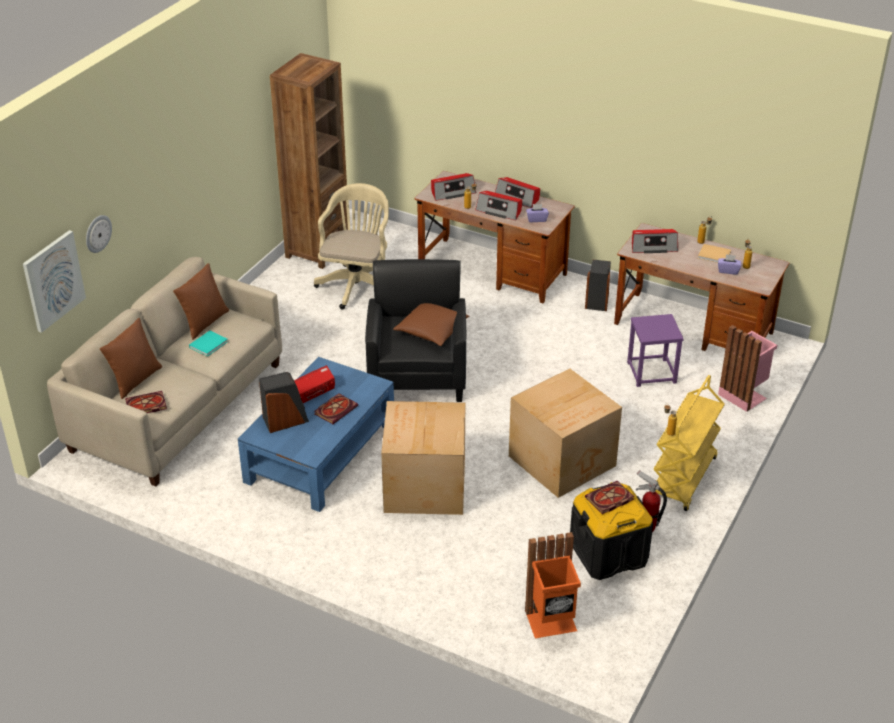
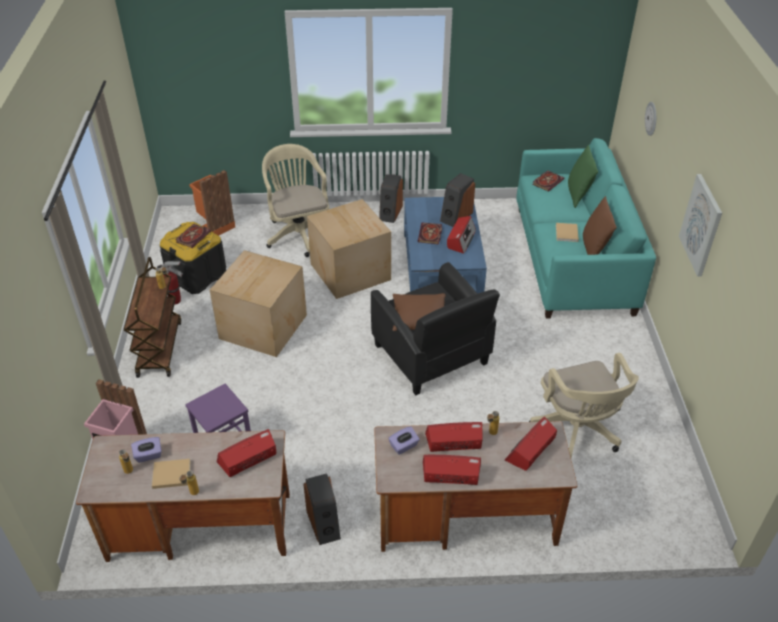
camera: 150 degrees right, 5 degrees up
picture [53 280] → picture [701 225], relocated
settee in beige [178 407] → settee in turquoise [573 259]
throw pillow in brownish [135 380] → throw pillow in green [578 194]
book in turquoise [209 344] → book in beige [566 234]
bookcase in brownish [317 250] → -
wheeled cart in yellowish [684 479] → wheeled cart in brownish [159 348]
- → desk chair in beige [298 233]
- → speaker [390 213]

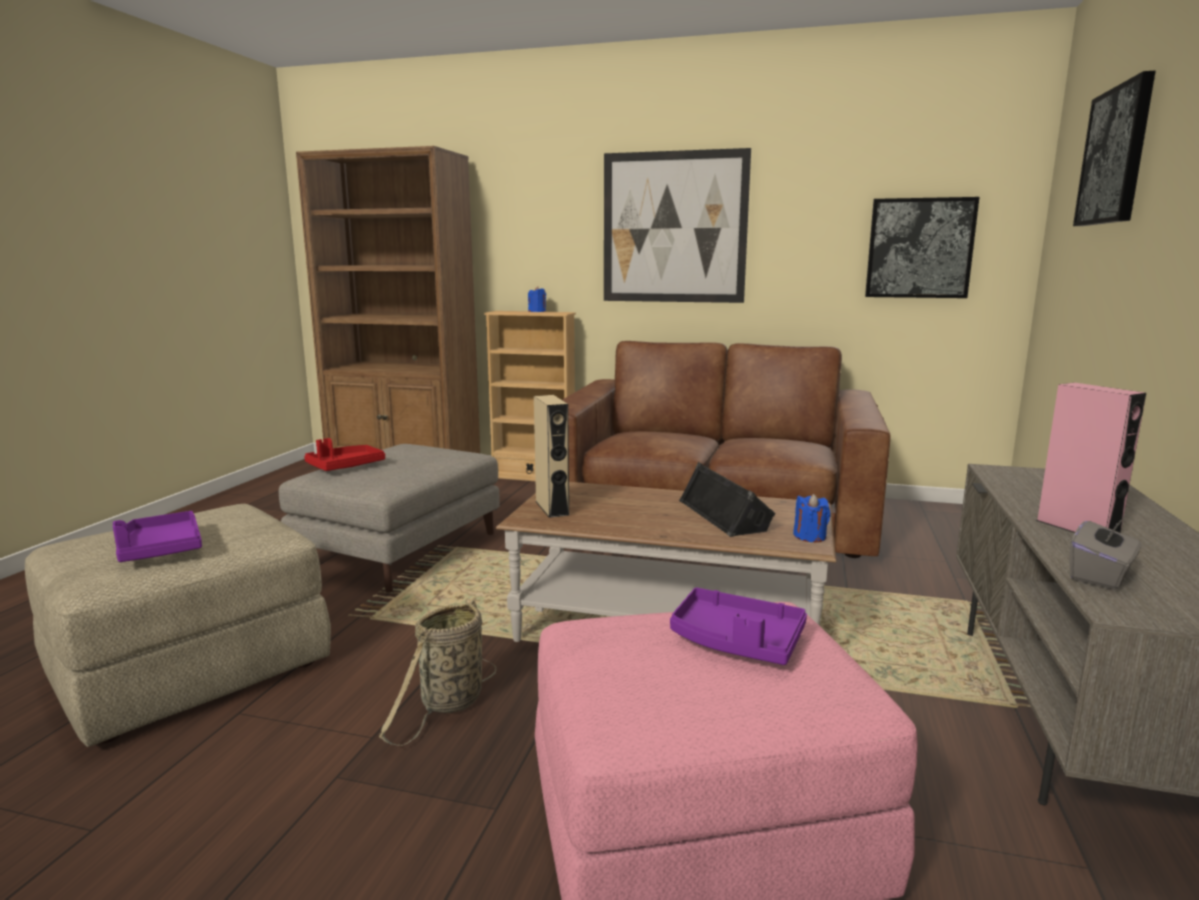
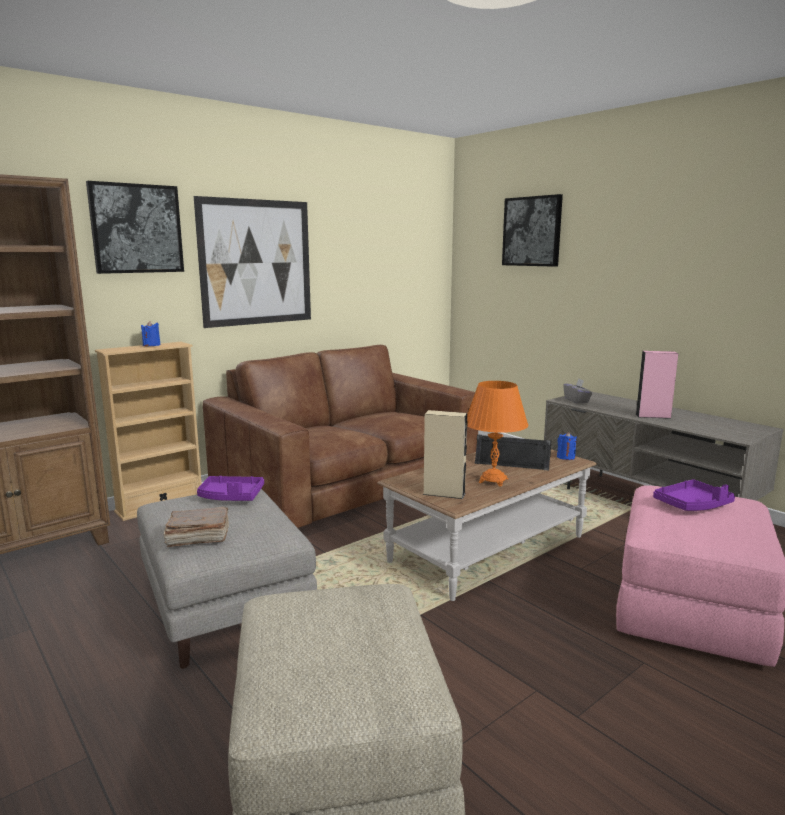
camera: 55 degrees left, 0 degrees up
carrying tray in purple [160 549] → carrying tray in purple [231 497], relocated
carrying tray in red-coloured [345 466] → book in brownish [197 537]
storage basket [449 704] → -
picture [919 248] → picture [136 229], relocated
box of tissues in greyish [1100 576] → box of tissues in greyish [577 401], relocated
- → table lamp in orange [493 480]

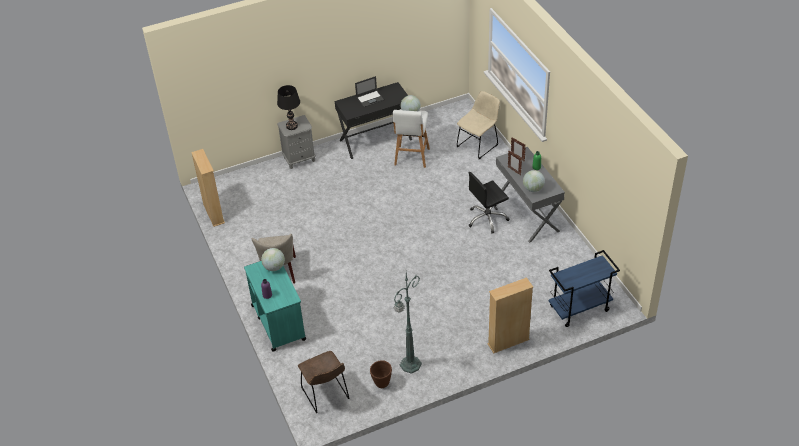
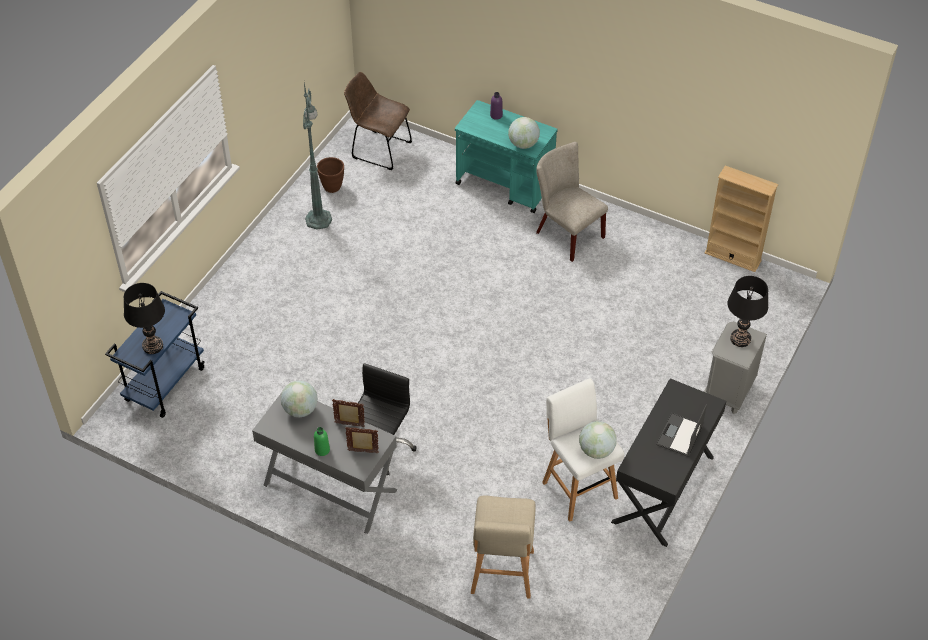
camera: 140 degrees right, 5 degrees up
plain chair in beige [478 145] → sitting stool in beige [502 574]
bookcase in beige [508 342] → -
- → table lamp in black-coloured [152 346]

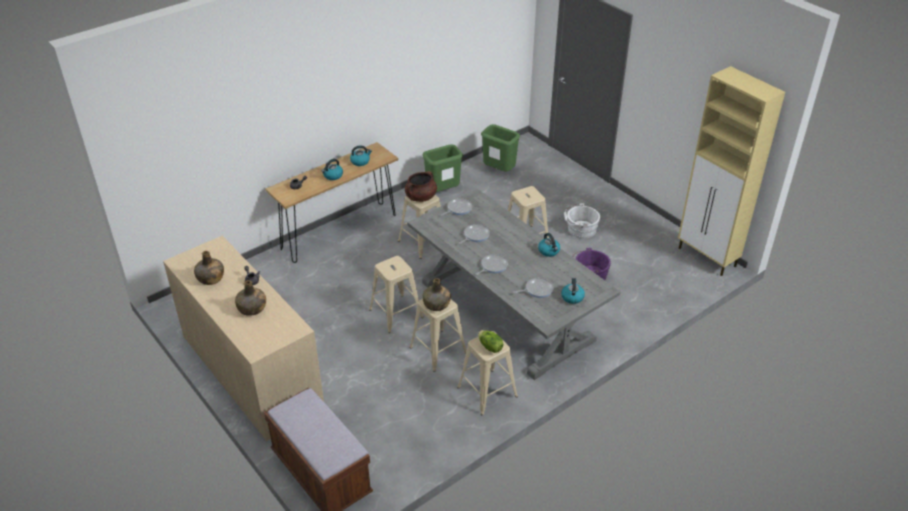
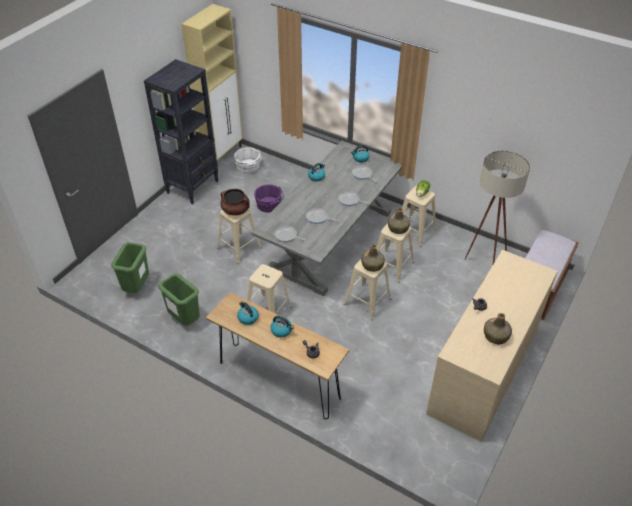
camera: 110 degrees left, 5 degrees up
bottle in green [252 308] → bottle in green [372 265], relocated
cooking pot in brownish [420 197] → cooking pot in brownish [236 210], relocated
bucket in white-coloured [580 229] → bucket in white-coloured [248 167], relocated
- → bookcase in black-coloured [193 186]
- → standard lamp in beige [482 266]

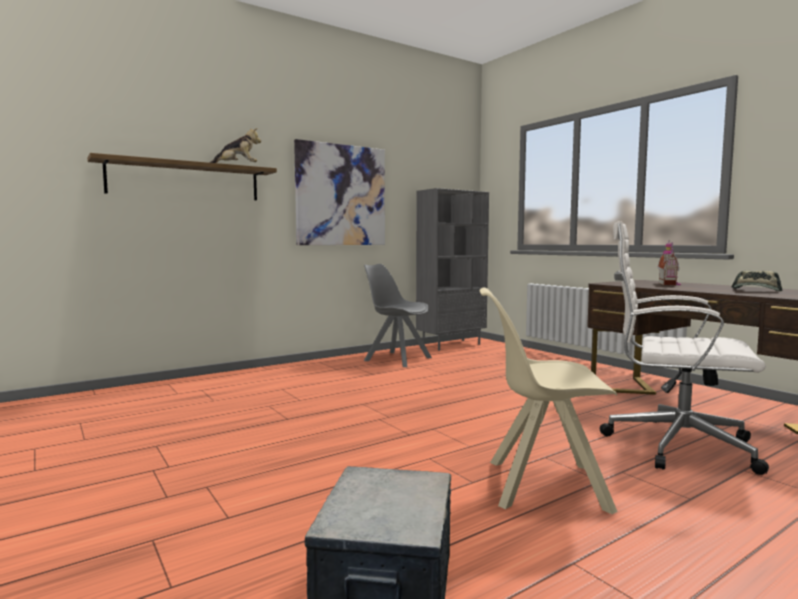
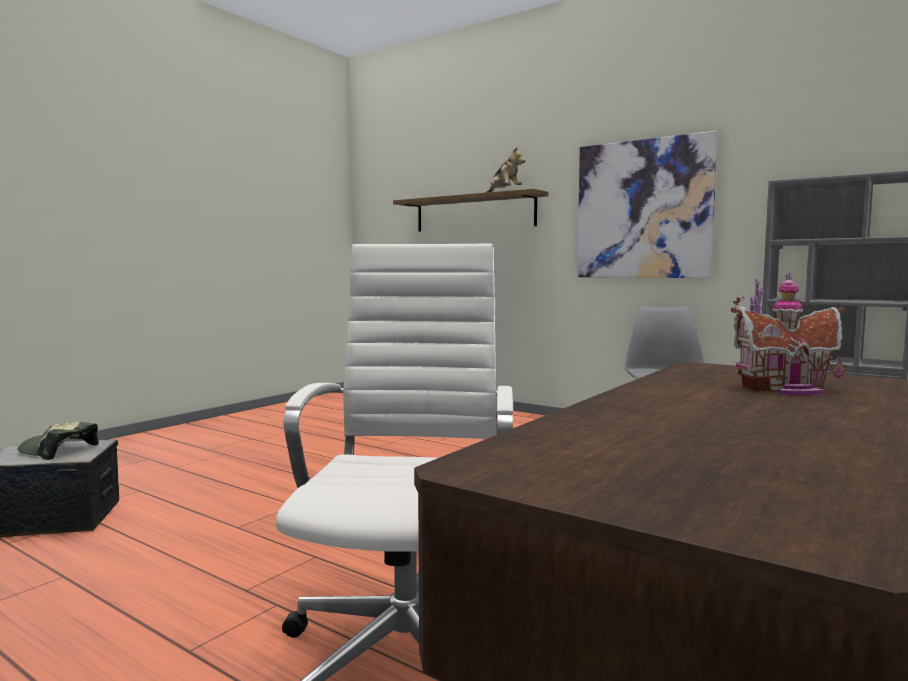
camera: 70 degrees right, 0 degrees up
plain chair in beige [542 485] → -
peaked cap [756 291] → peaked cap [58 450], relocated

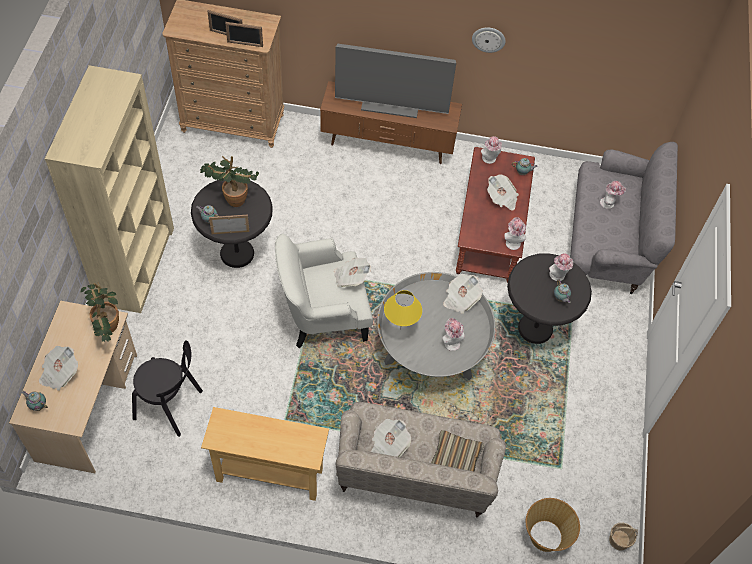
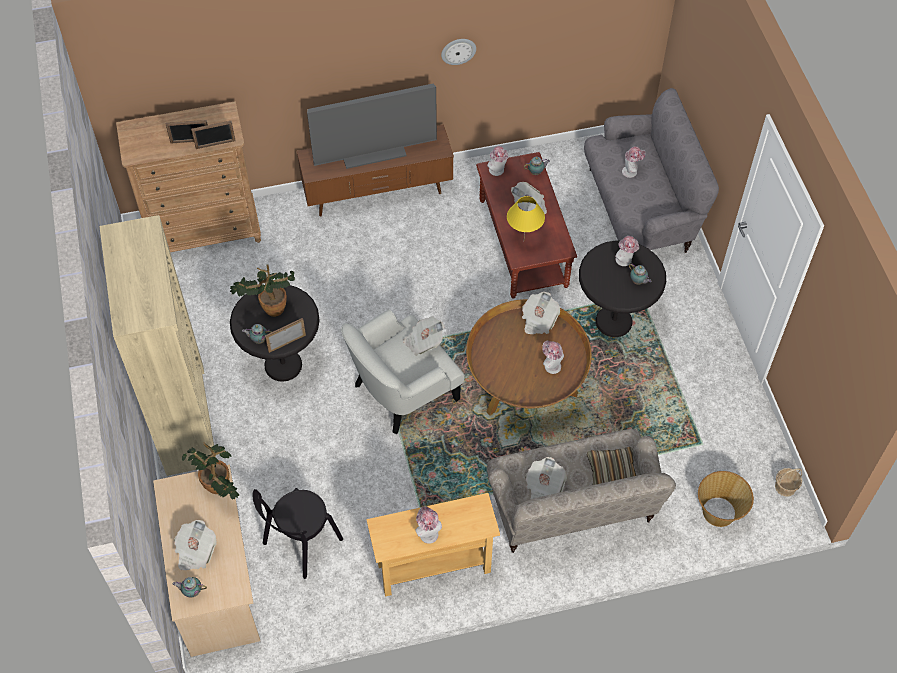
camera: 20 degrees left, 0 degrees up
plain chair in black-coloured [171 406] → plain chair in black-coloured [300 544], 135 degrees clockwise
lounge table in greyish [431 349] → lounge table in brownish [525 382]
table lamp in yellowish [400 329] → table lamp in yellowish [524 241], relocated
hat [512 241] → hat [427 532], relocated

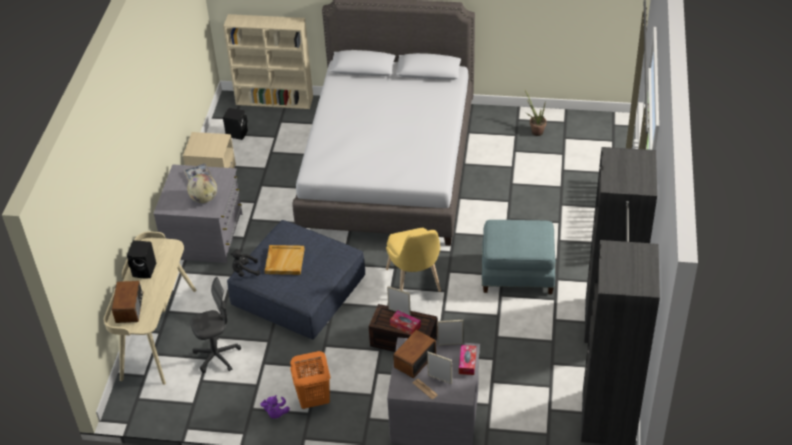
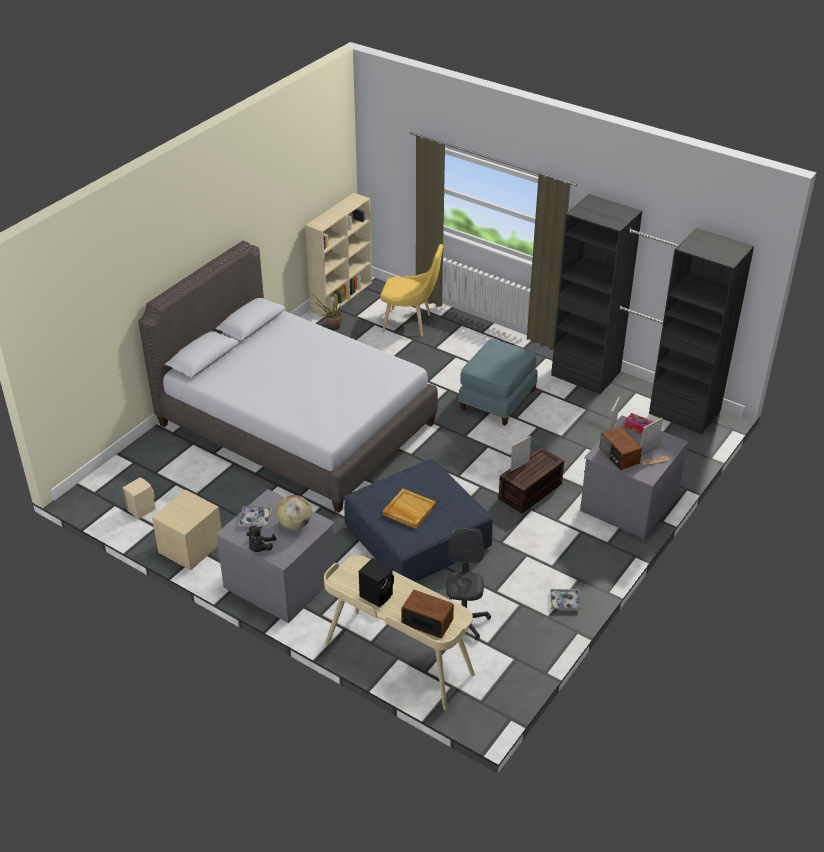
camera: 65 degrees left, 5 degrees down
bookcase in beige [275 100] → bookcase in beige [342 296], relocated
speaker in black-coloured [237 133] → speaker in beige [141 509]
soft toy in black-coloured [245 271] → soft toy in black-coloured [260 548], relocated
soft toy in purple [275 413] → carrying tray [565 602]
washing basket in orange [313 400] → -
plain chair in yellowish [415 283] → plain chair in yellowish [410 323], relocated
box of tissues [405 325] → -

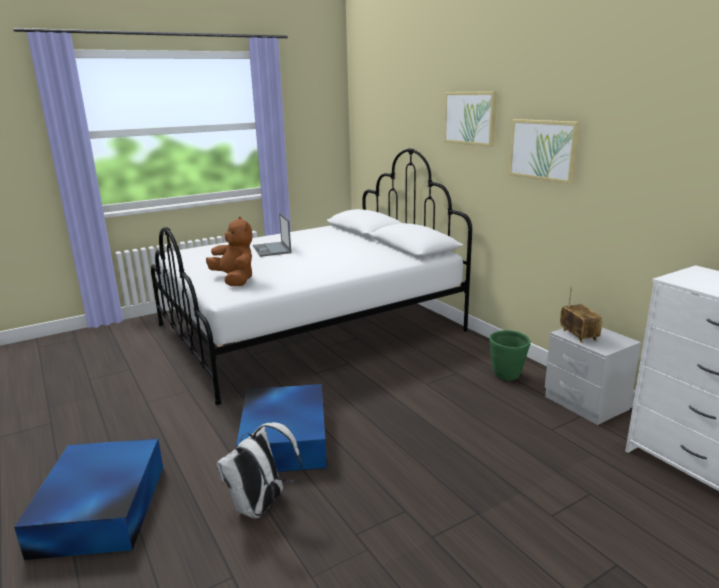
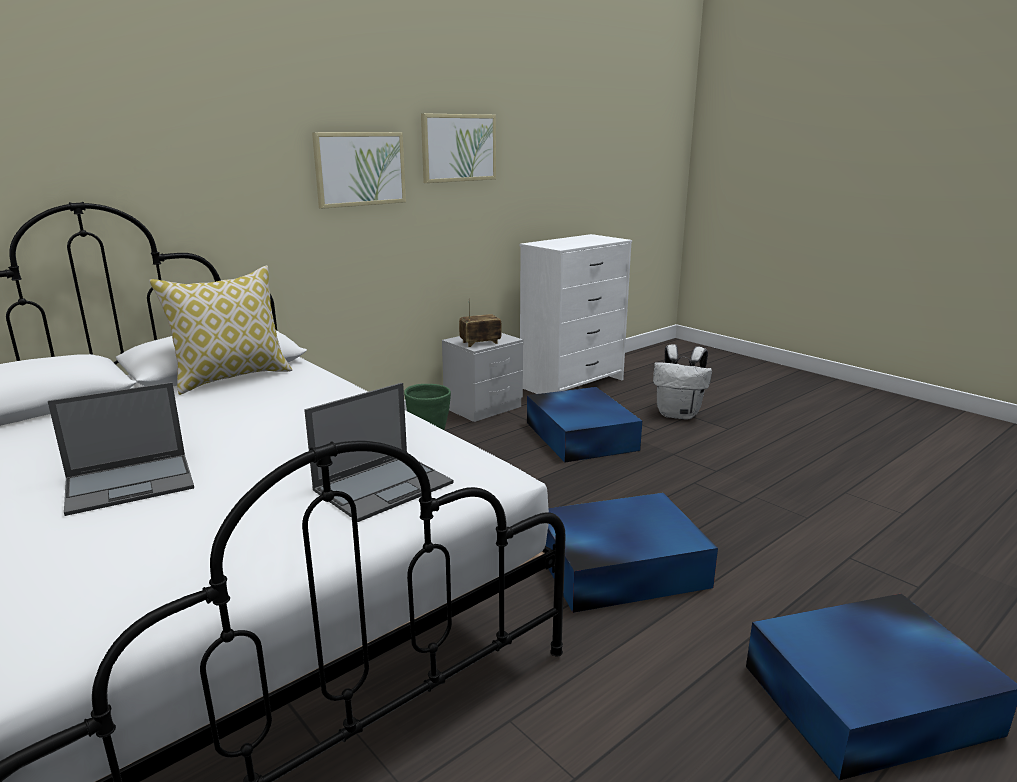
camera: 100 degrees left, 0 degrees up
soft toy in brownish [235 280] → laptop [384 486]
knapsack in white-coloured [261 507] → knapsack in white-coloured [679 414], relocated
picture [470 118] → picture [458 148], relocated
- → throw pillow [232 377]
- → storage container in blue [580 435]

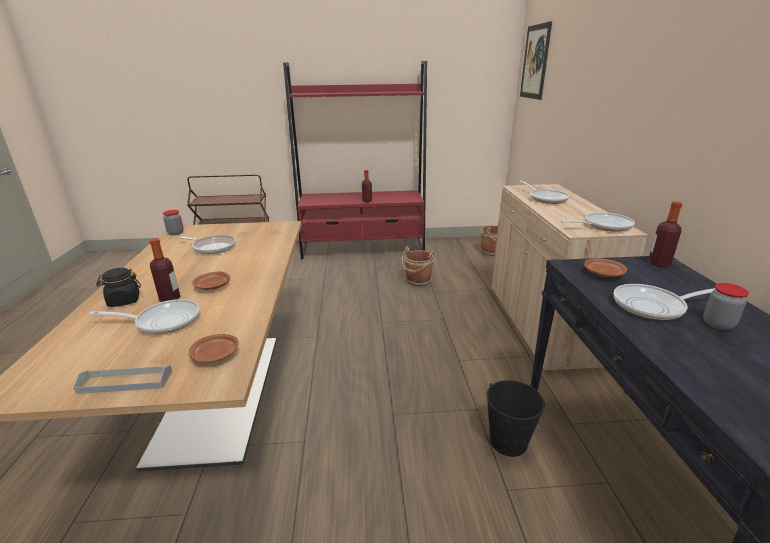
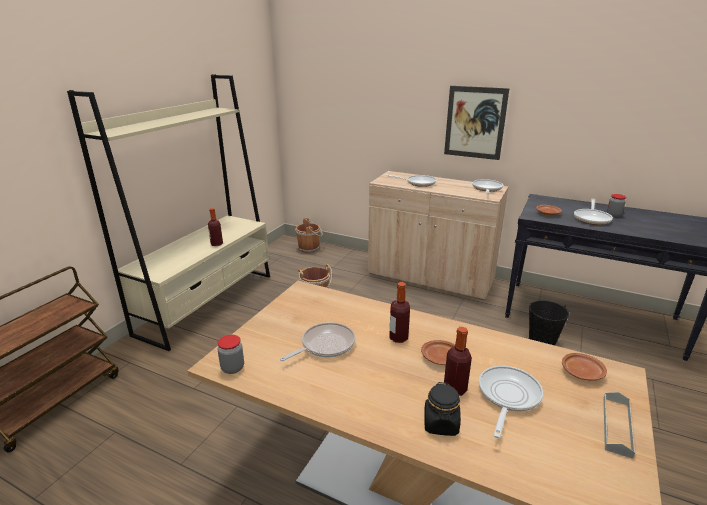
camera: 60 degrees left, 0 degrees up
bookcase in red-coloured [363 249] → bookcase in beige [208 303]
picture [535 62] → picture [475 123], relocated
bottle [659 263] → bottle [398 338], relocated

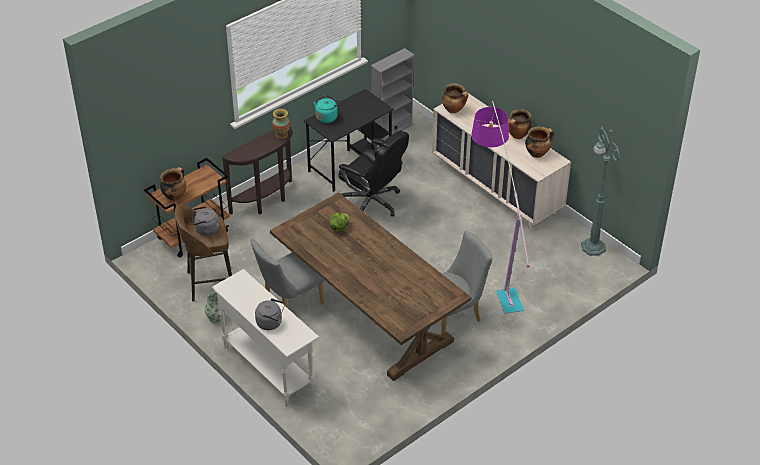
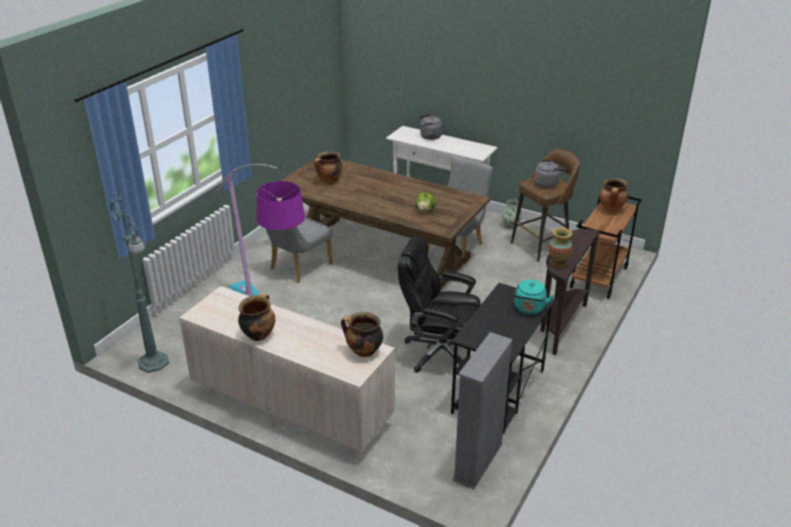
camera: 160 degrees right, 10 degrees down
cooking pot [537 153] → cooking pot [329 181], relocated

